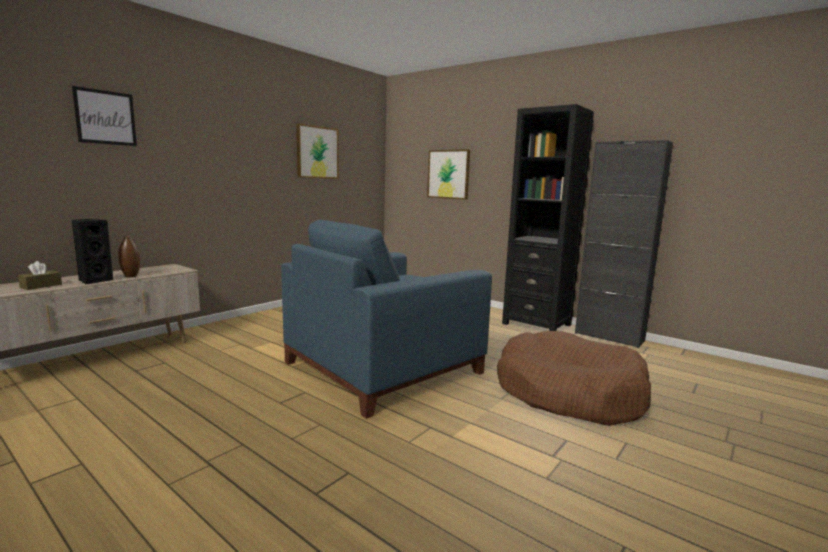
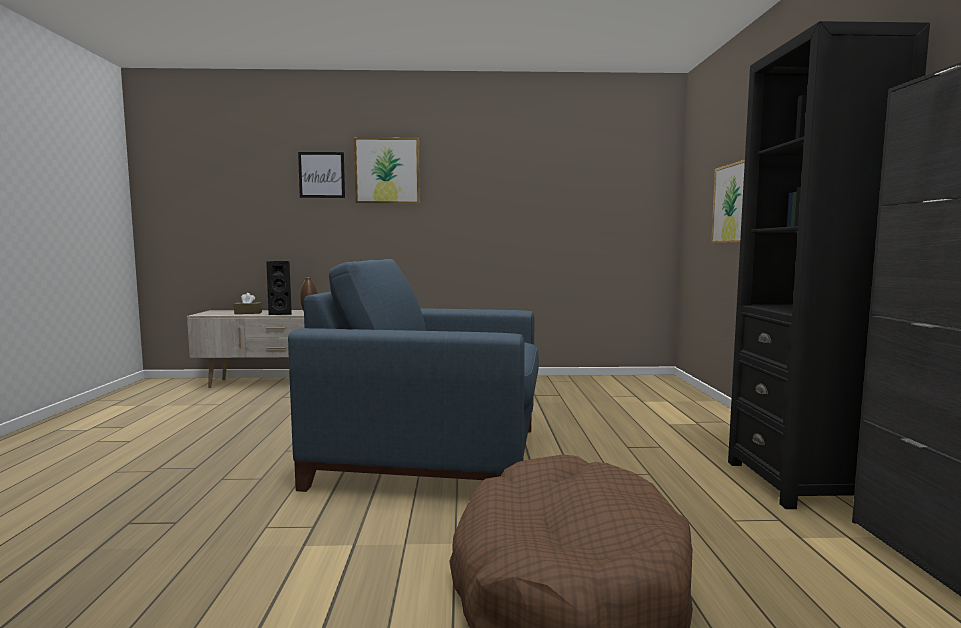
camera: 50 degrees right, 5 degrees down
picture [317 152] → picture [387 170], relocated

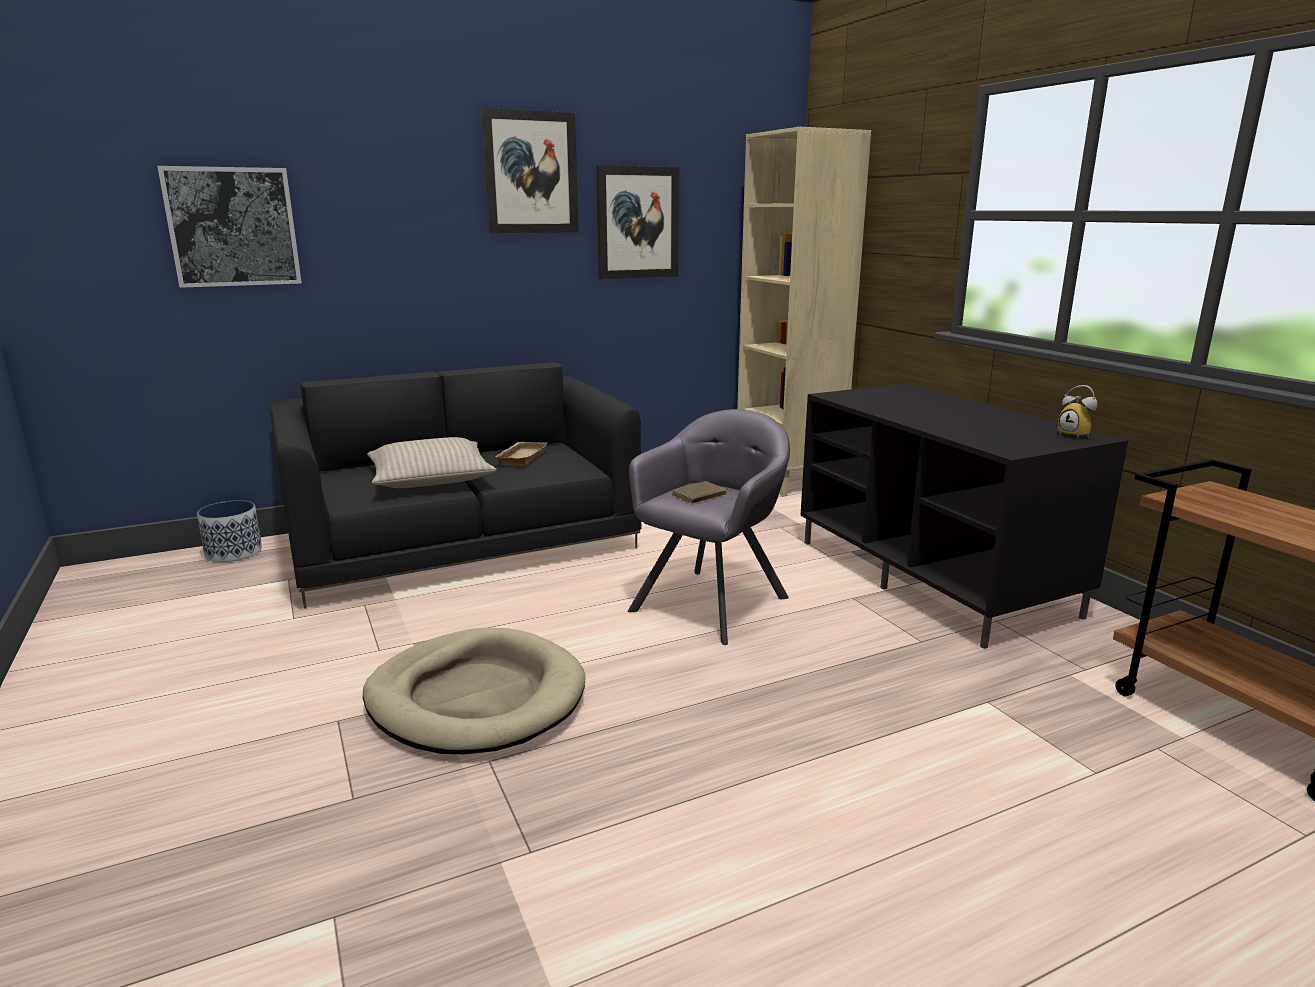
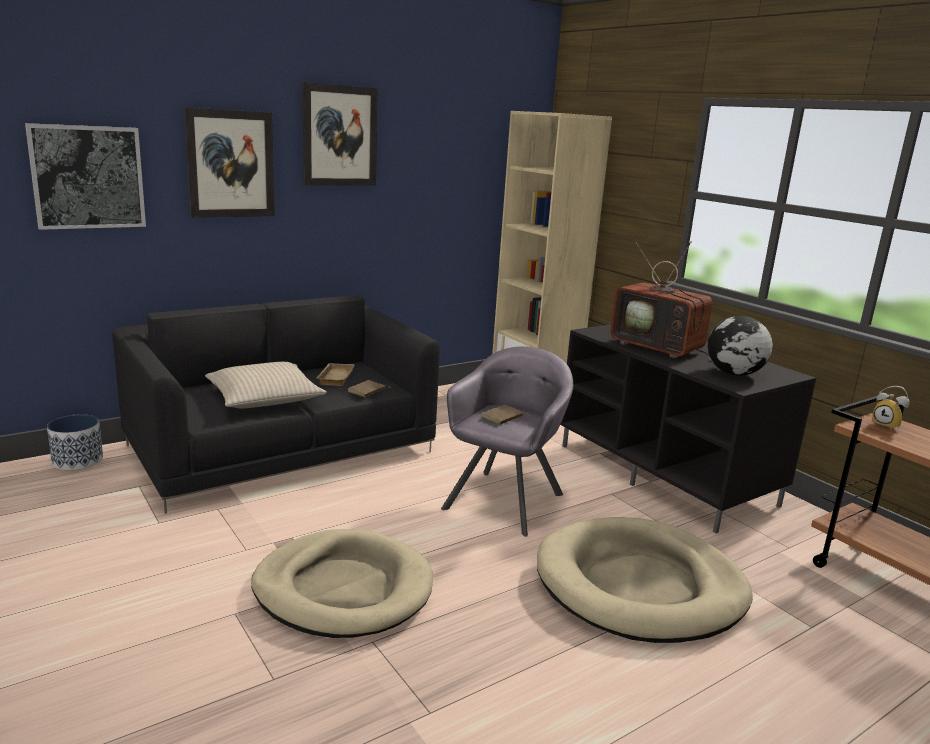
camera: 10 degrees left, 0 degrees up
picture [638 223] → picture [230 164], relocated
bedside clock [1077 435] → bedside clock [887 425], relocated
- → book in brownish [367 391]
- → pet bed in beige [640 586]
- → television [660 348]
- → desk globe [733 374]

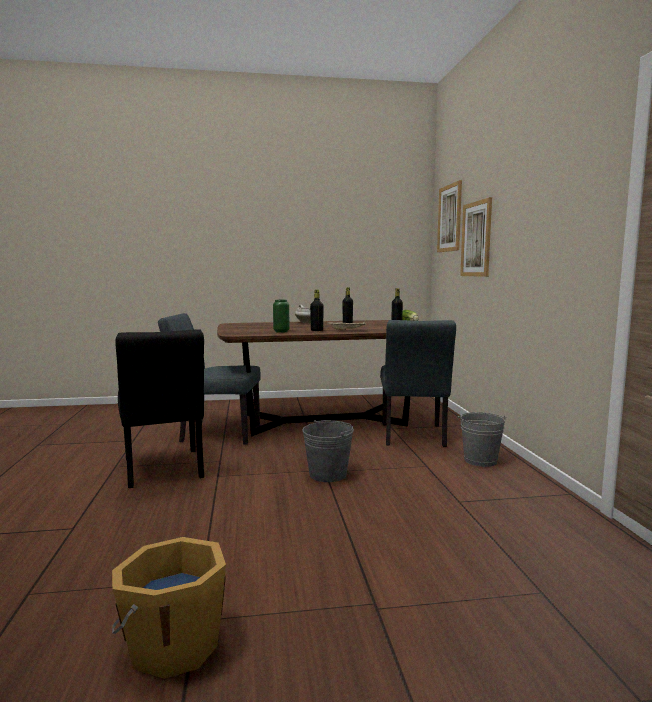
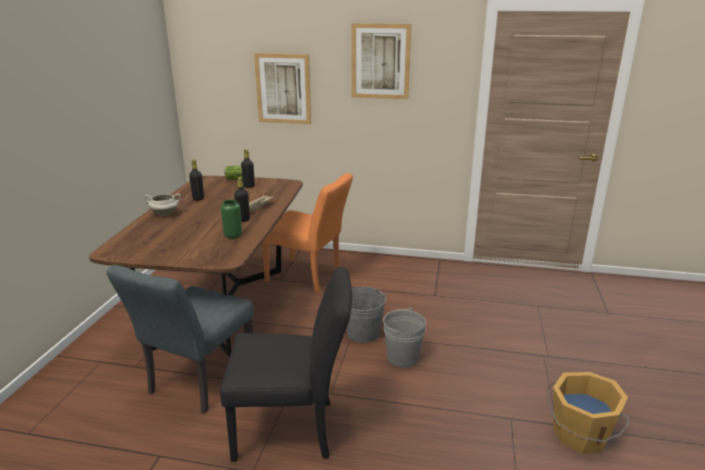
camera: 70 degrees left, 15 degrees up
plain chair in greyish [413 437] → plain chair in orange [309 277]
picture [449 218] → picture [380 61], relocated
bucket in greyish [480 460] → bucket in greyish [403 357], relocated

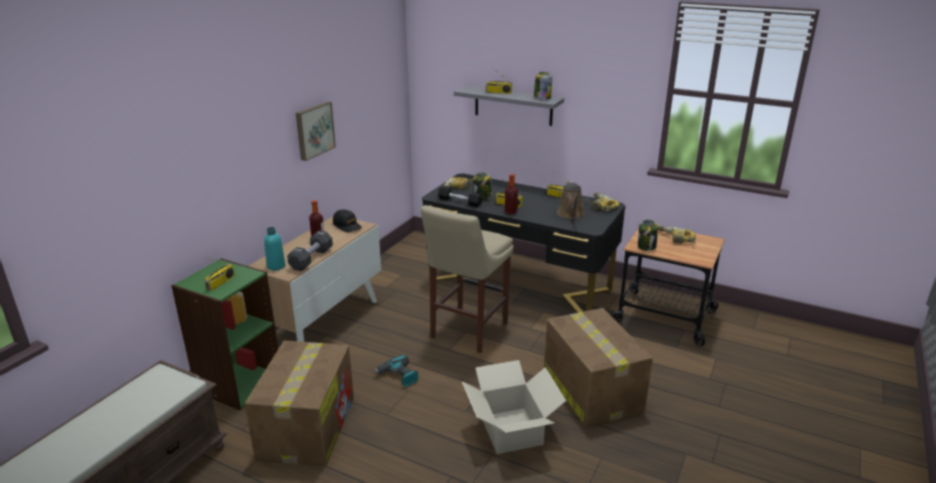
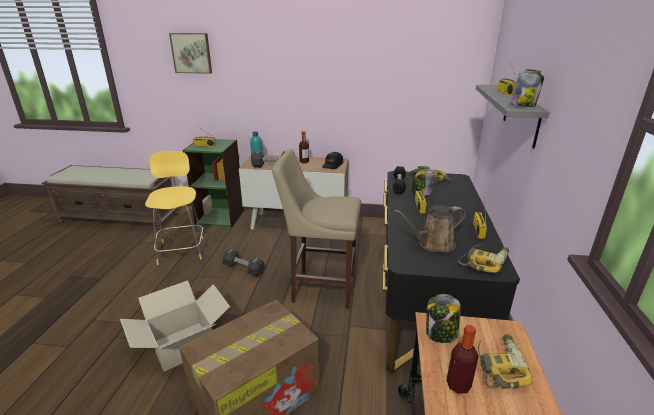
camera: 70 degrees right, 0 degrees up
packing box [307 426] → sitting stool in yellowish [181 249]
picture [314 130] → picture [191 53], relocated
electric drill [398 376] → dumbbell in black-coloured [243 269]
bottle [510 212] → bottle [458 385], relocated

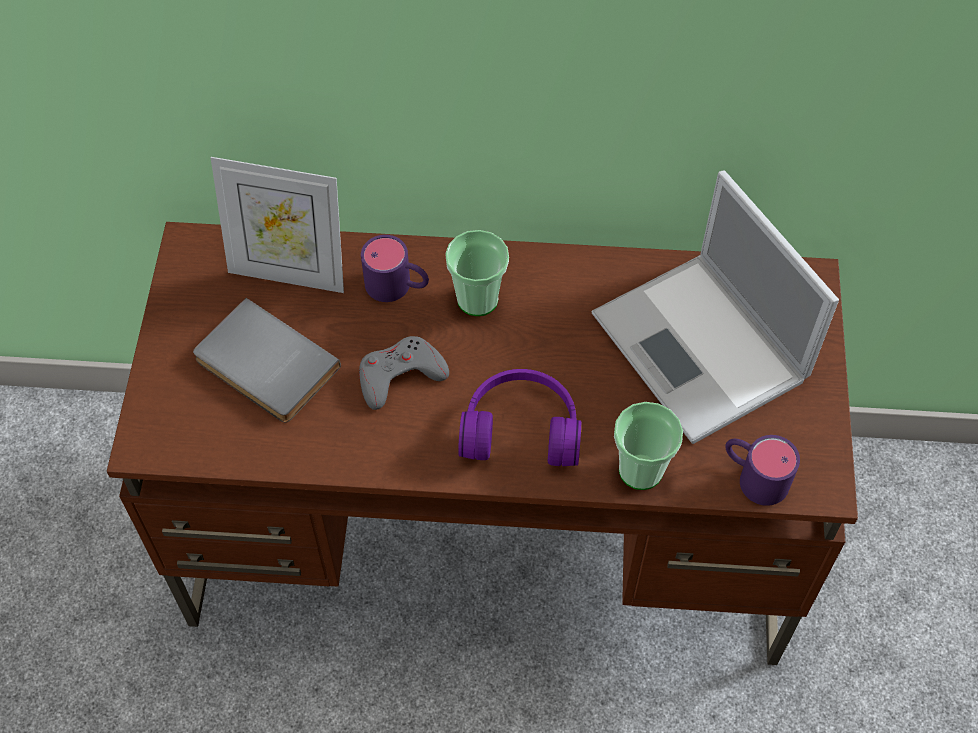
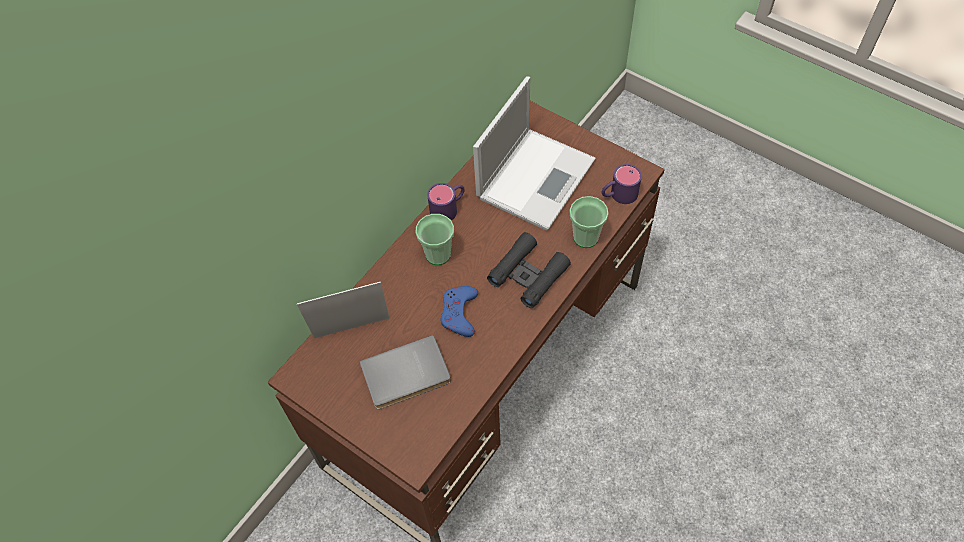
camera: 55 degrees left, 0 degrees up
photo frame [289 272] → photo frame [353 334], 150 degrees counterclockwise
gamepad in greyish [400 375] → gamepad in blue [459 313]
coffee mug in purple [397 286] → coffee mug in purple [448 208], relocated
headset in purple [521 427] → field glasses in black-coloured [528 274]
laptop [702 349] → laptop [536 177], 60 degrees counterclockwise

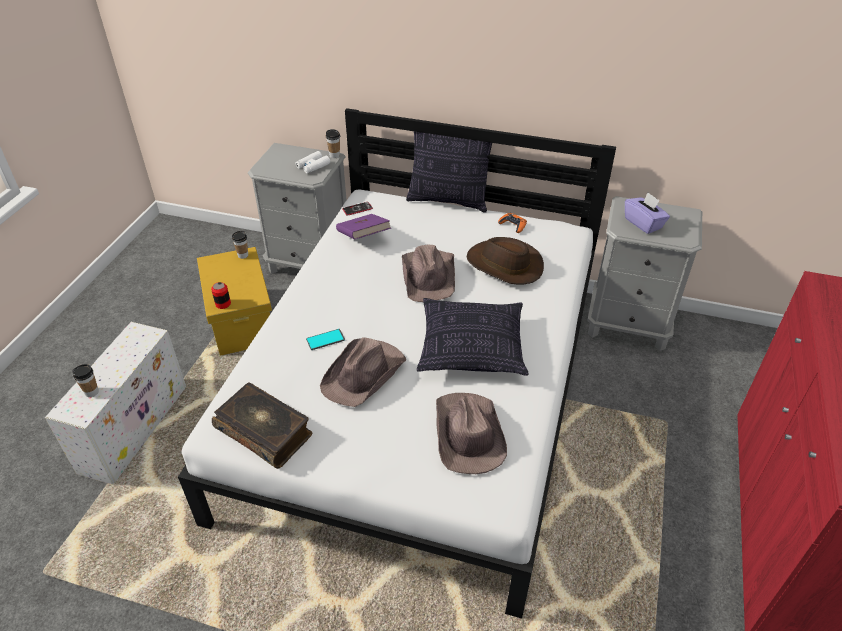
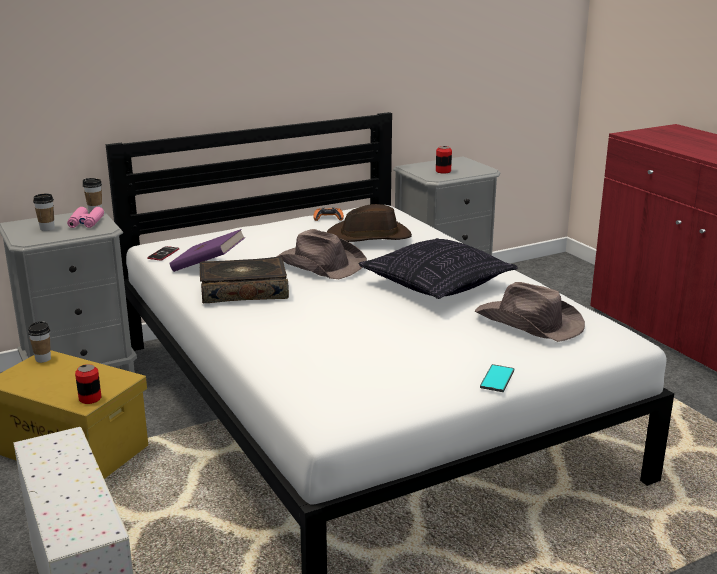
camera: 45 degrees left, 20 degrees down
drinking cup [92 392] → drinking cup [47 228], relocated
book [265 431] → book [244 291], relocated
field glasses in white-coloured [313 166] → field glasses in pinkish [86 223]
telephone [325 340] → telephone [497 379], relocated
hat in brownish [364 374] → -
throw pillow [448 200] → -
box of tissues in purple [643 223] → sealed can [443 171]

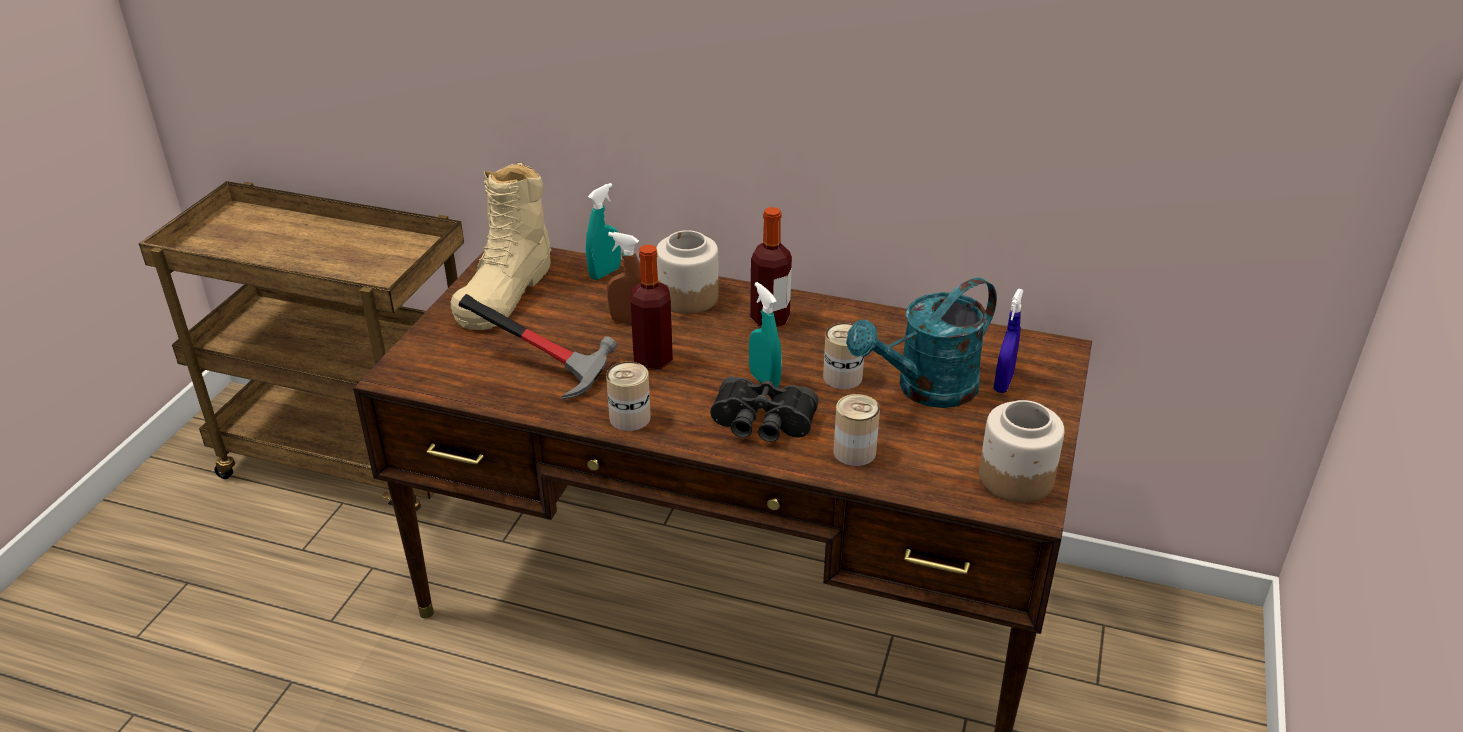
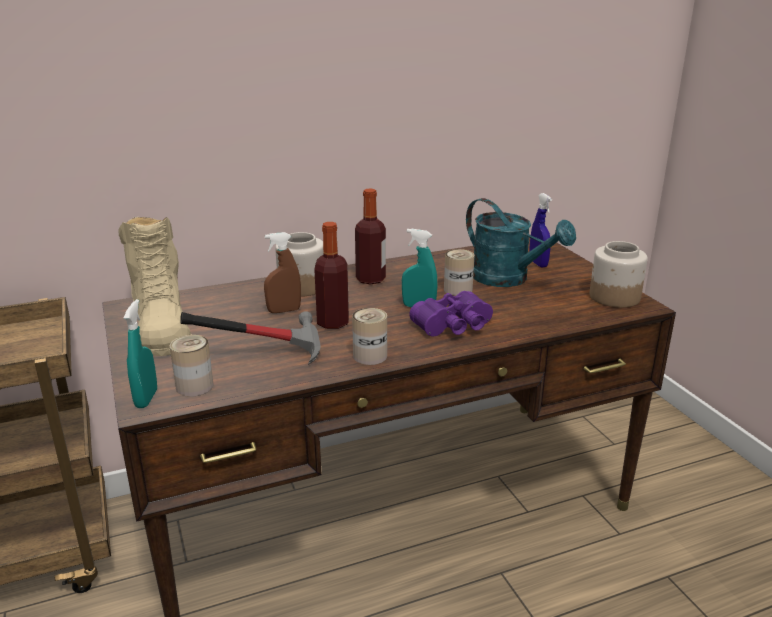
camera: 40 degrees left, 10 degrees down
sprayer in turquoise [605 273] → sprayer in turquoise [146 399], relocated
field glasses in black-coloured [762 425] → field glasses in purple [455 327]
sealed can [854 452] → sealed can [194 386], relocated
sprinkling can in turquoise [926 390] → sprinkling can in turquoise [508 279], 60 degrees counterclockwise

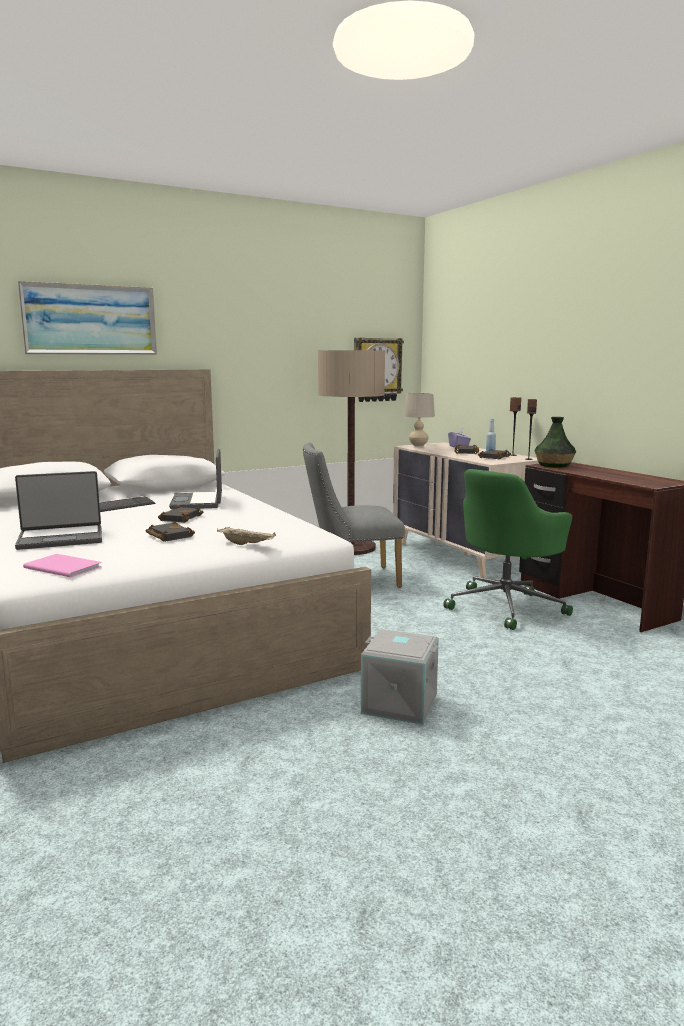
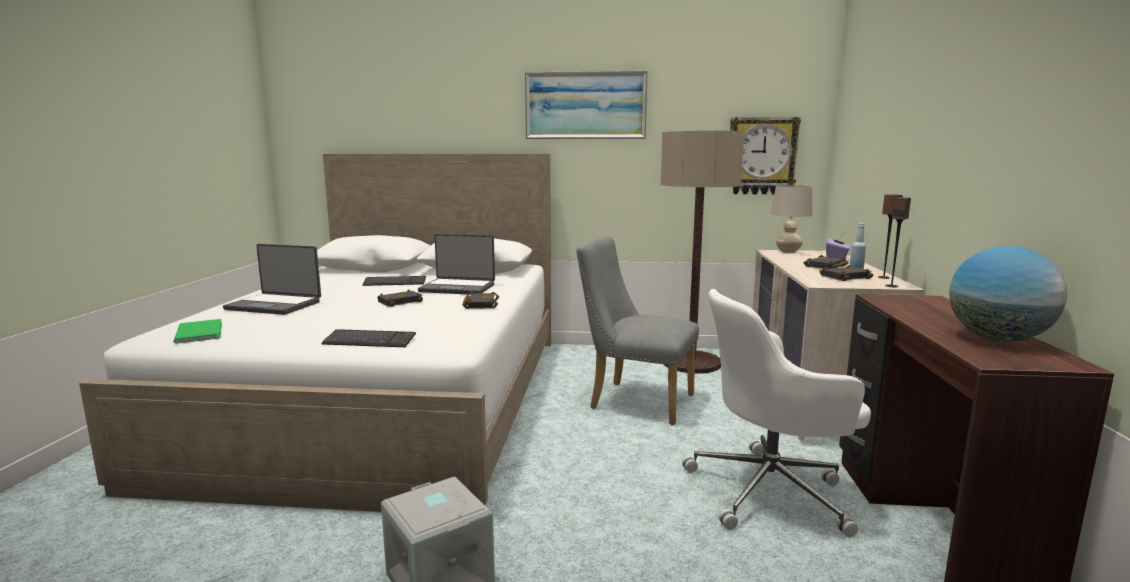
camera: 35 degrees right, 0 degrees up
picture [90 320] → picture [585 105], relocated
book in pinkish [63 566] → book in green [201 332]
book in black-coloured [168 536] → book in black-coloured [479 304], relocated
laptop [198 502] → laptop [458 288], 105 degrees counterclockwise
carrying tray in beige [247 544] → computer keyboard [369 341]
desk chair in green [506 606] → desk chair in white-coloured [771 491]
decorative vase [553 465] → -
- → desk globe [998 339]

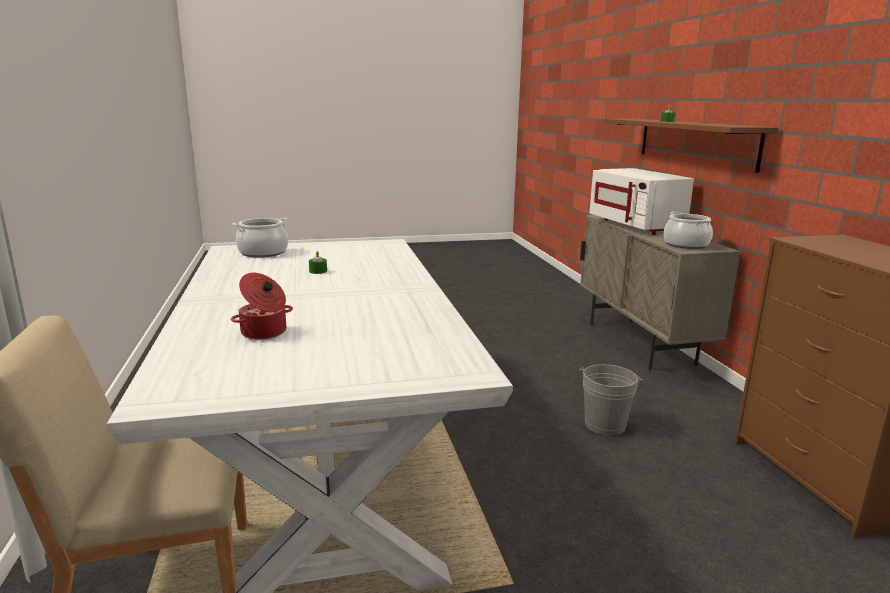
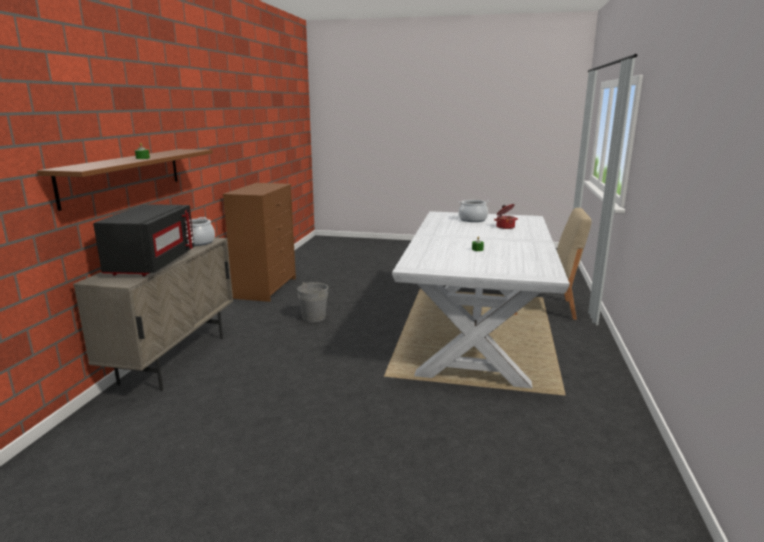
camera: 155 degrees left, 0 degrees up
cooking pot [263 253] → cooking pot [473 220], relocated
microwave oven in white-coloured [636 226] → microwave oven in black-coloured [151 264]

